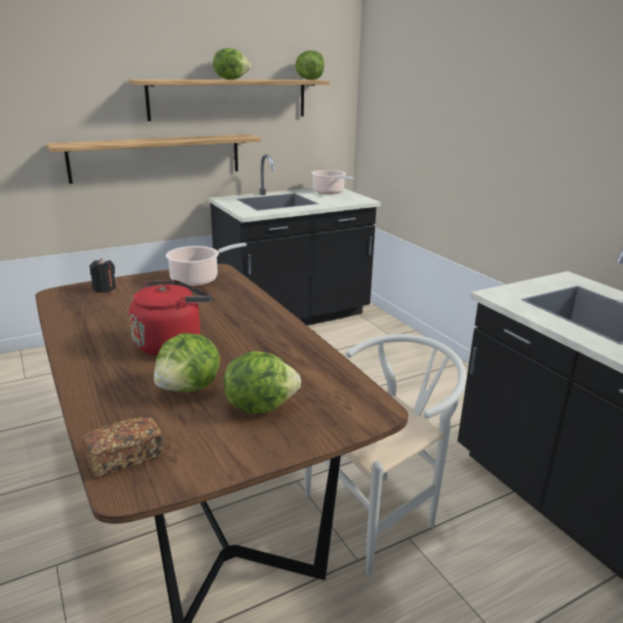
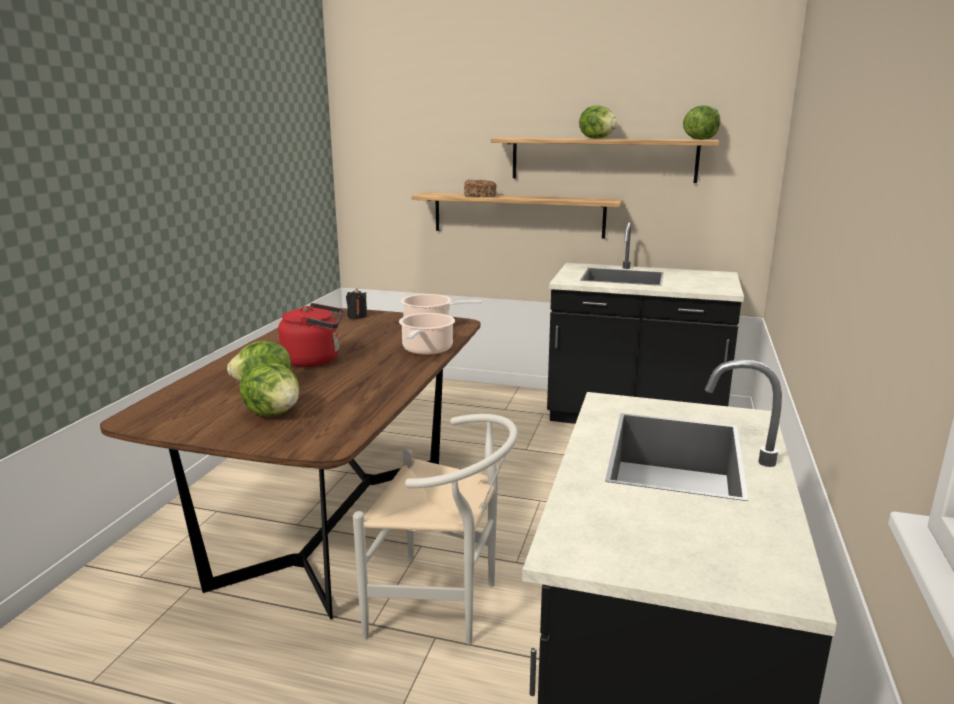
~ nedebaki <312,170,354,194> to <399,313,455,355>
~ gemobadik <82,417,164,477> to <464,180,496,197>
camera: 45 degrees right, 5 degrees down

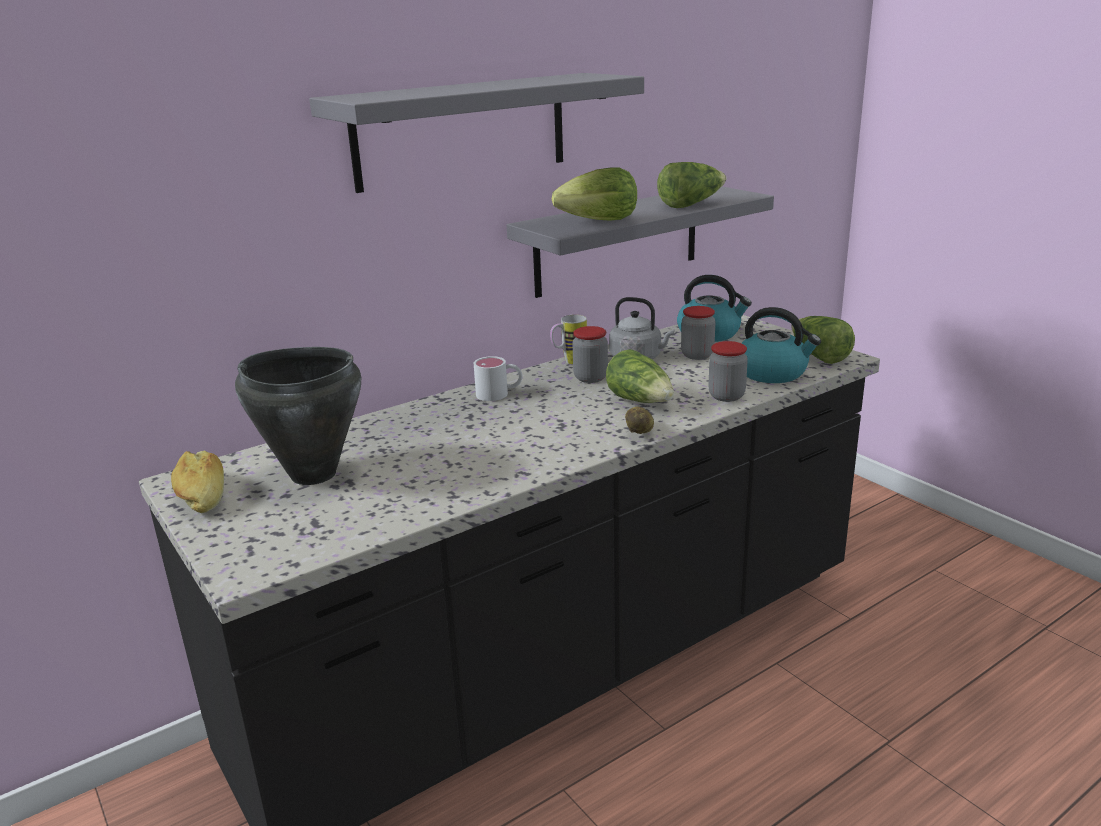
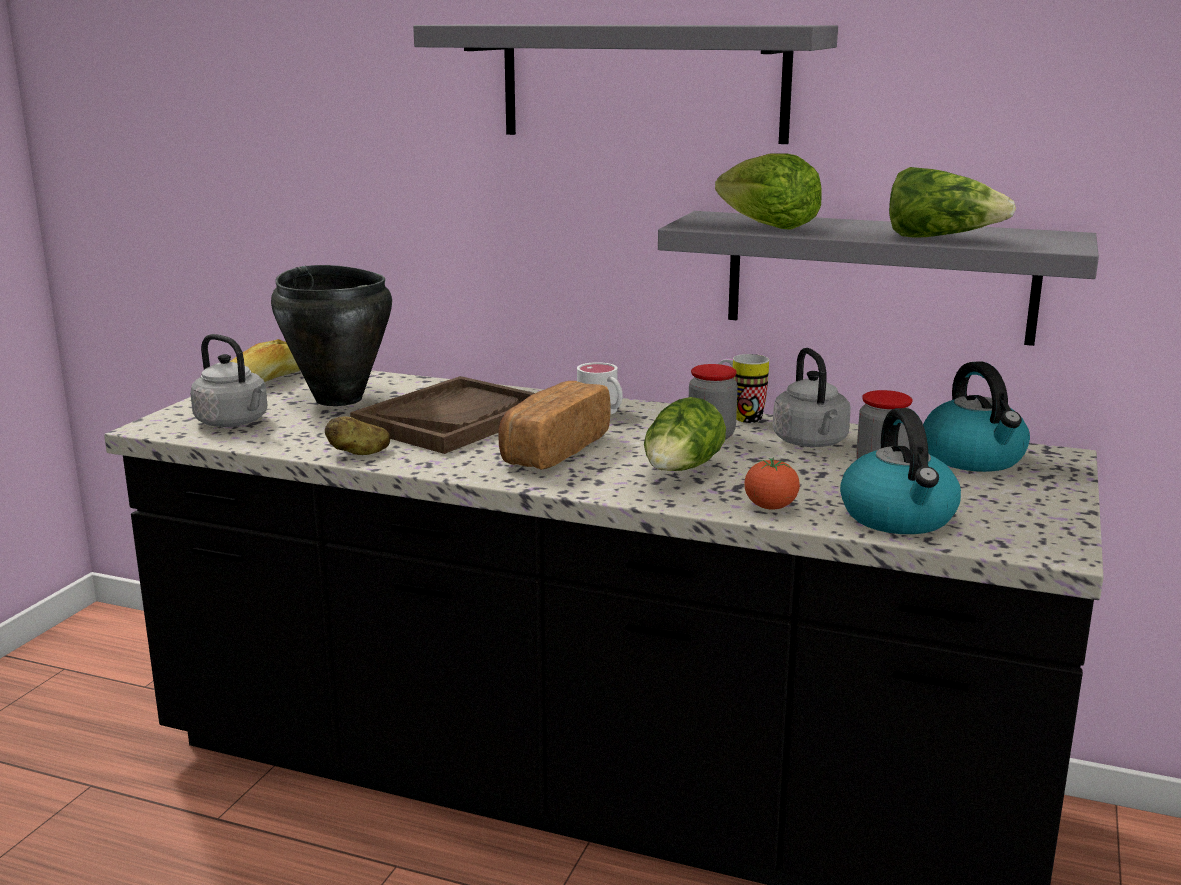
+ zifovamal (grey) <190,334,267,427>
~ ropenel <625,407,654,434> to <325,417,390,455>
+ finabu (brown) <350,376,535,454>
+ gemobadik <498,381,611,470>
~ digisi <708,341,748,402> to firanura <744,458,800,510>
- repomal <791,316,855,364>
camera: 55 degrees right, 5 degrees down

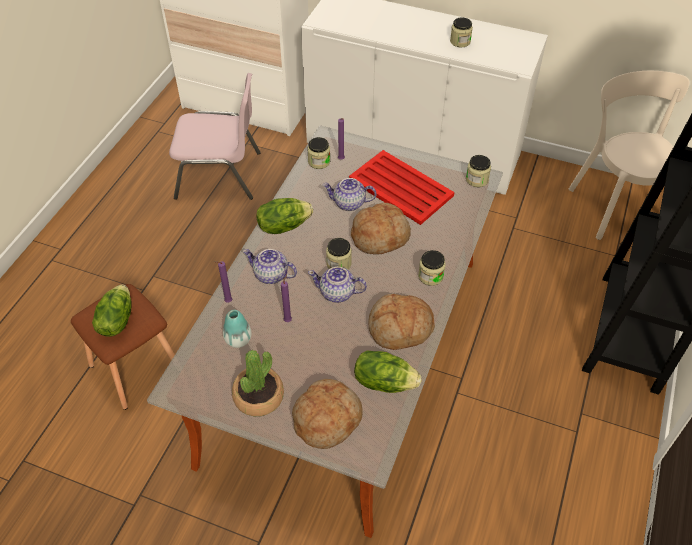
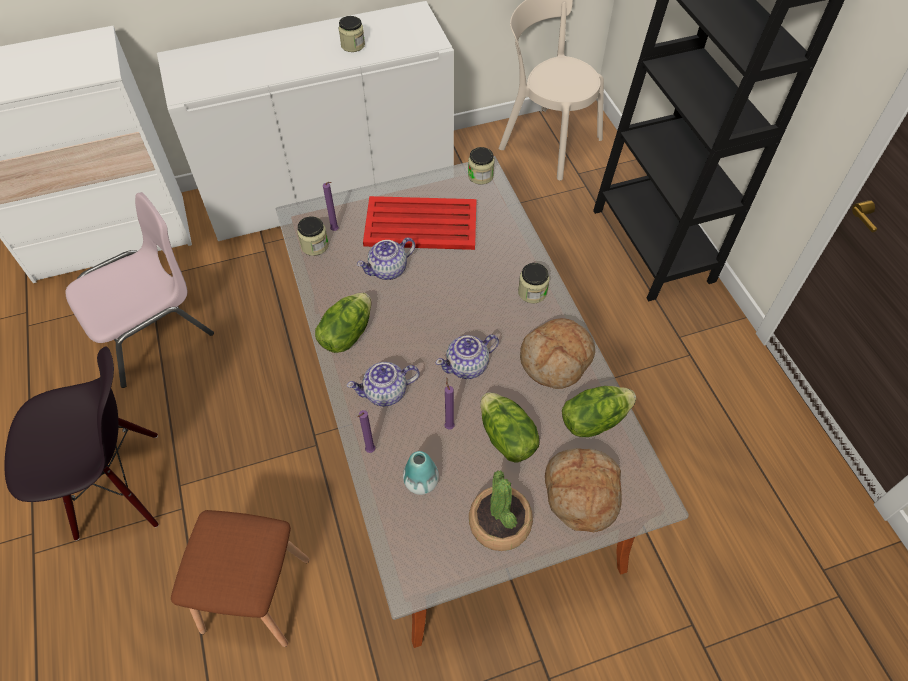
+ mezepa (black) <4,346,159,541>
~ repomal <92,285,132,337> to <480,392,539,462>
- digisi <326,238,352,270>
- gemobadik <351,203,411,254>
camera: 40 degrees left, 5 degrees up

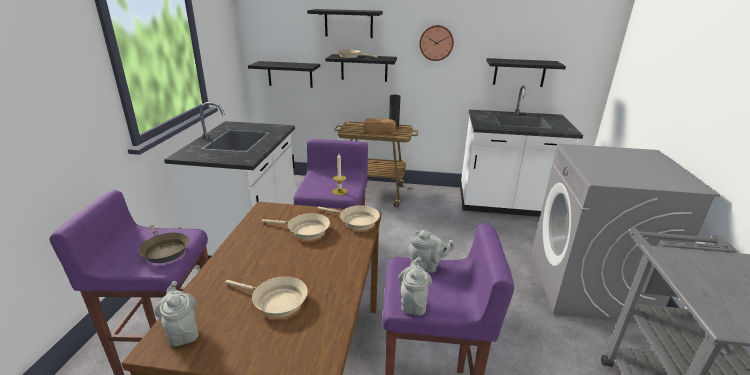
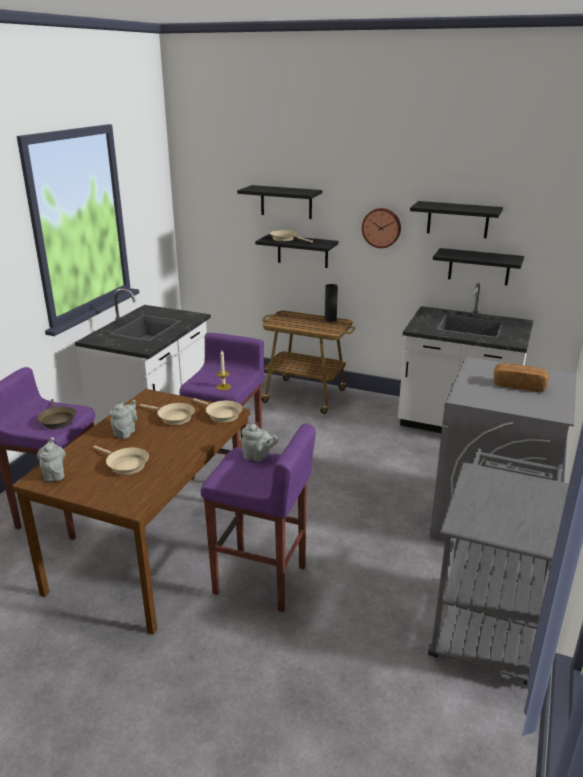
~ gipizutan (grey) <398,257,432,315> to <110,400,137,439>
~ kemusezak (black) <248,61,320,88> to <410,201,503,238>
~ gemobadik <364,118,396,134> to <493,363,549,392>
camera: 15 degrees right, 0 degrees up

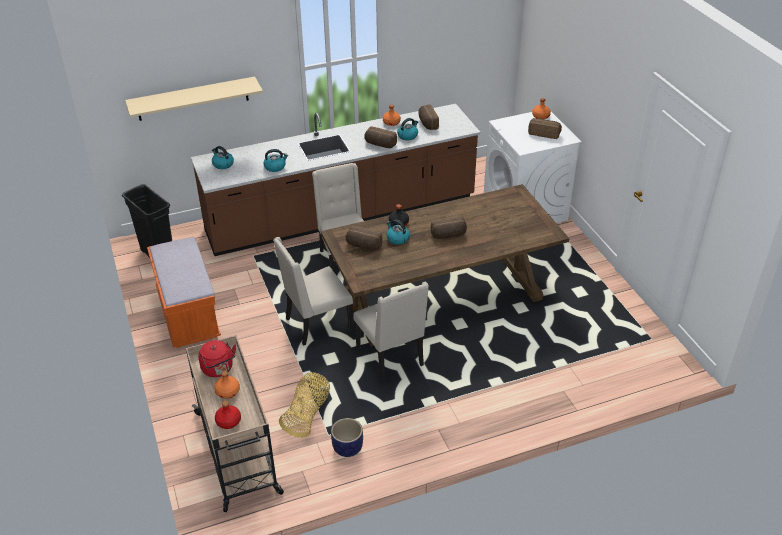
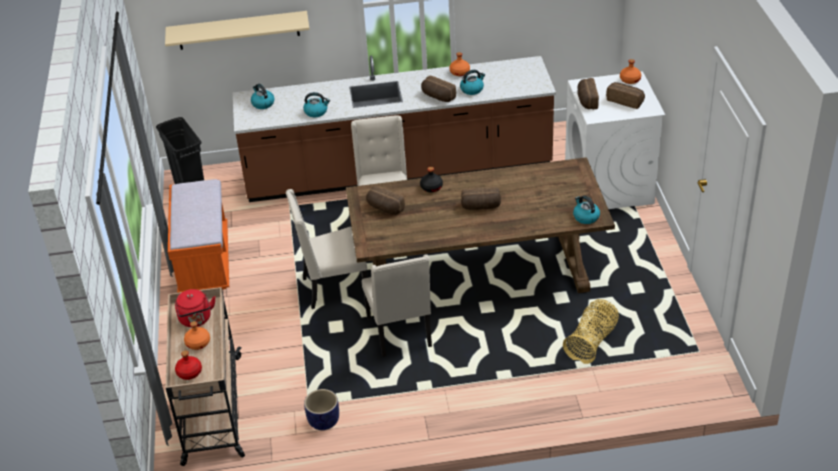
~ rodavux <279,372,330,438> to <563,299,619,364>
~ zifovamal <386,219,410,245> to <573,195,600,224>
~ gemobadik <418,104,439,130> to <577,78,599,109>
camera: 15 degrees right, 0 degrees up

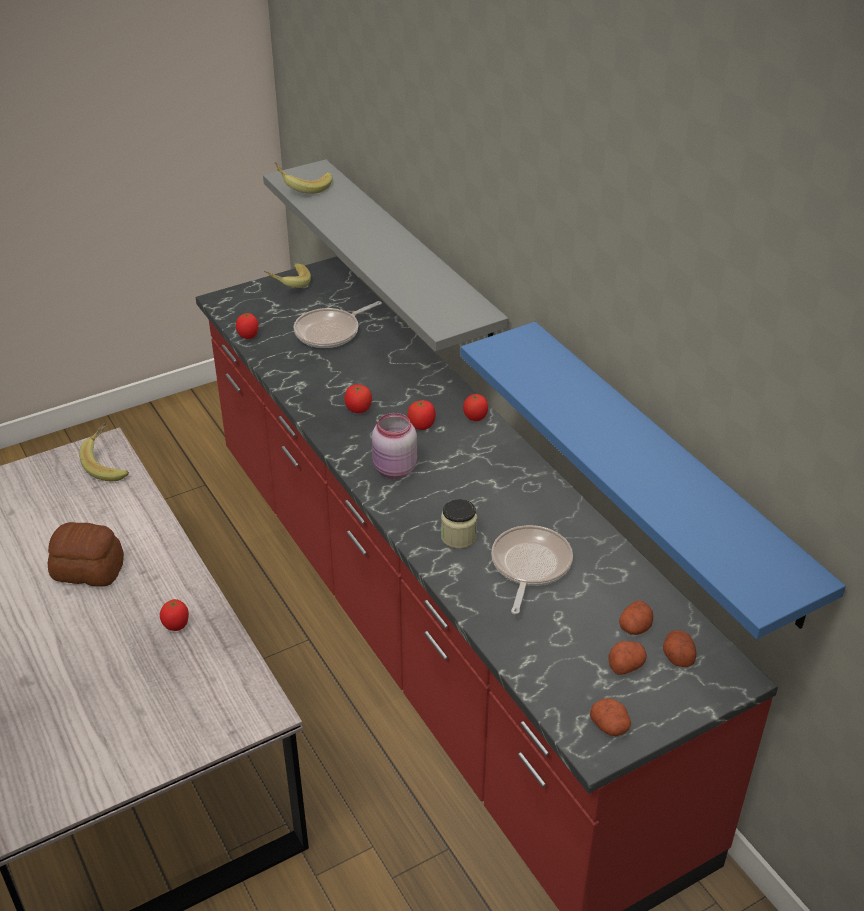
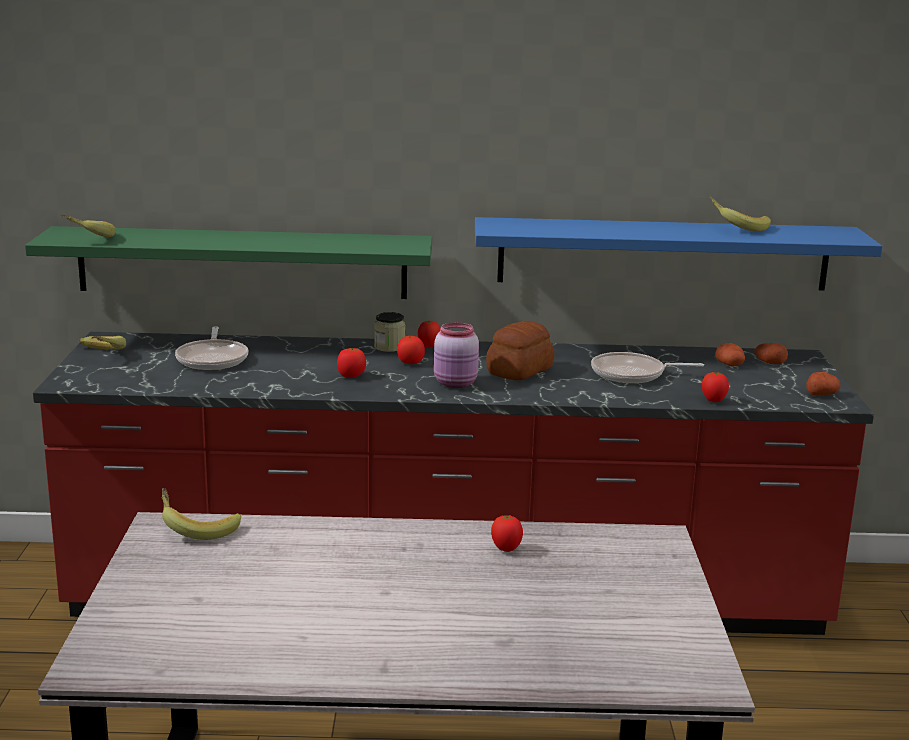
~ kemusezak (grey) <263,159,508,351> to kemusezak (green) <25,226,432,299>
~ digisi <441,499,477,549> to <374,312,405,352>
~ gemobadik <48,522,124,586> to <486,321,554,380>
~ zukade <491,525,573,614> = <591,352,704,383> 45 degrees counterclockwise
~ firanura <236,313,259,339> to <702,372,729,402>
+ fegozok <710,197,771,232>
- ropenel <609,641,647,675>
camera: 60 degrees left, 20 degrees down

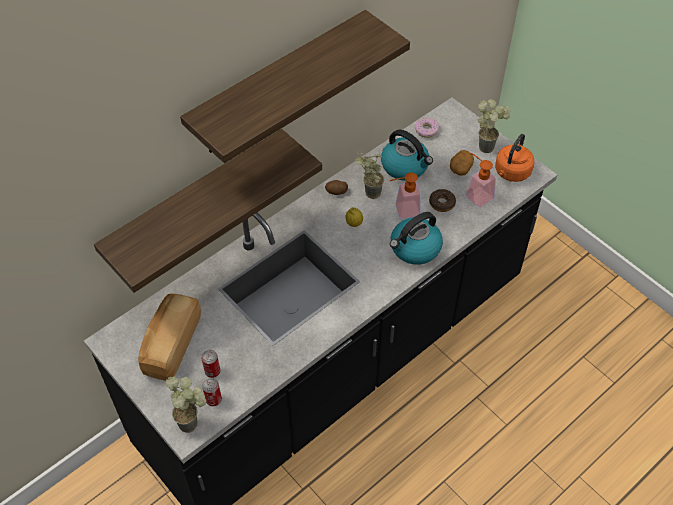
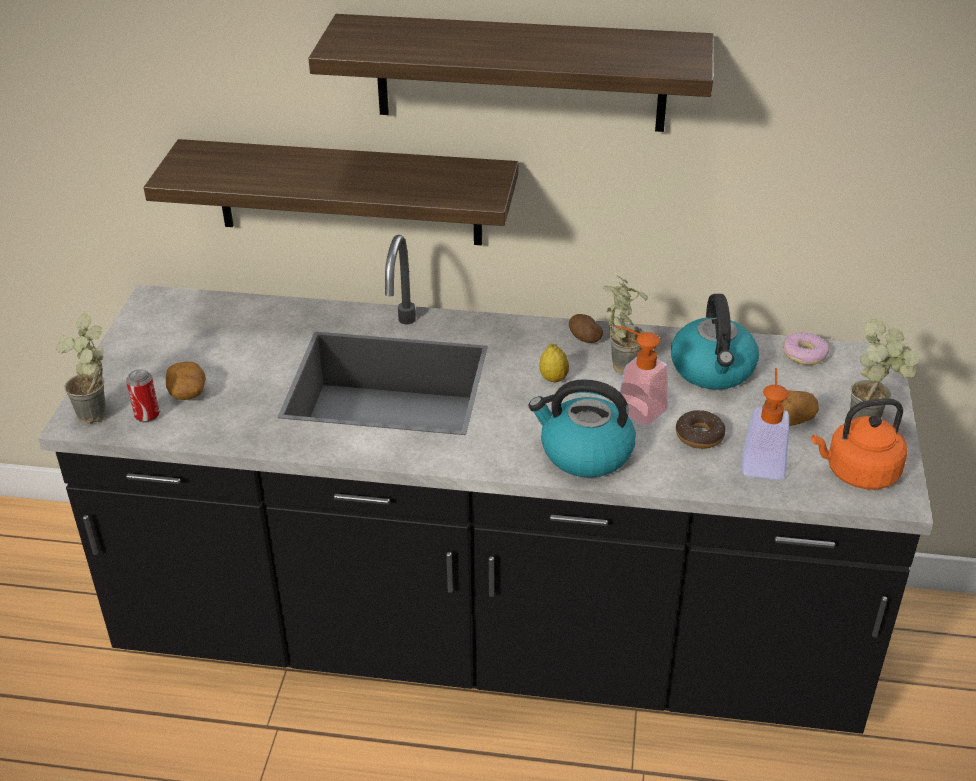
~ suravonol <201,350,220,378> to ropenel <166,362,206,400>
- gemobadik <138,293,201,381>
camera: 50 degrees right, 15 degrees down

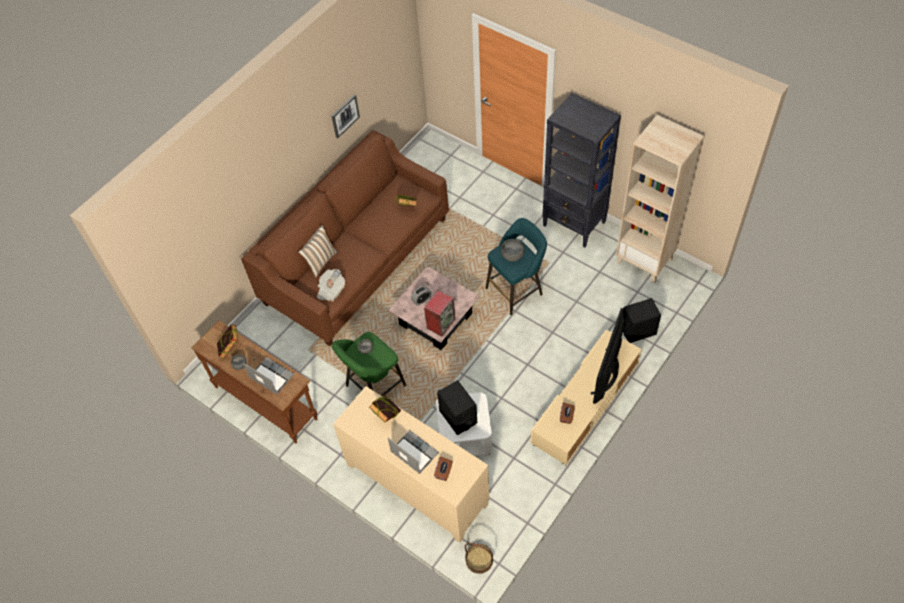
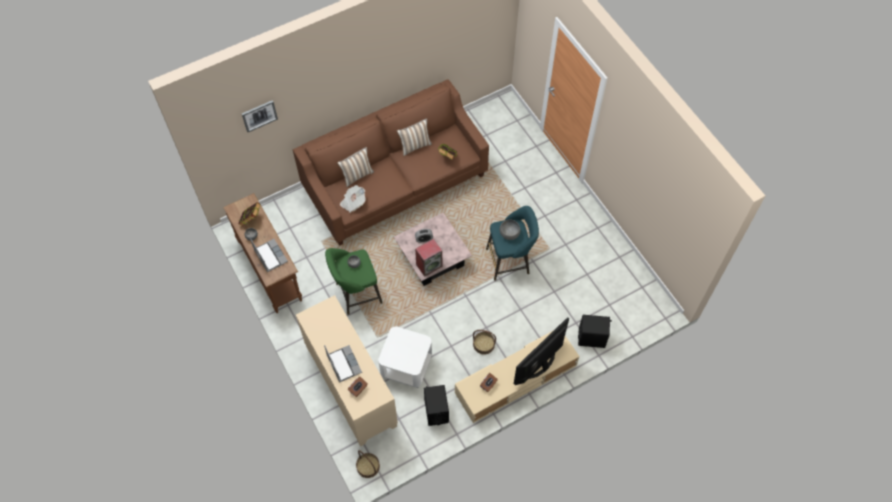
~ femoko <332,94,360,138> to <242,100,278,132>
+ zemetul <397,118,432,156>
~ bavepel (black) <437,380,477,435> to <424,385,449,426>
+ rodavux <473,330,496,355>
- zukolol <369,395,401,422>
- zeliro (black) <542,93,621,247>
- zeliro (beige) <616,115,704,283>
camera: 20 degrees right, 5 degrees up

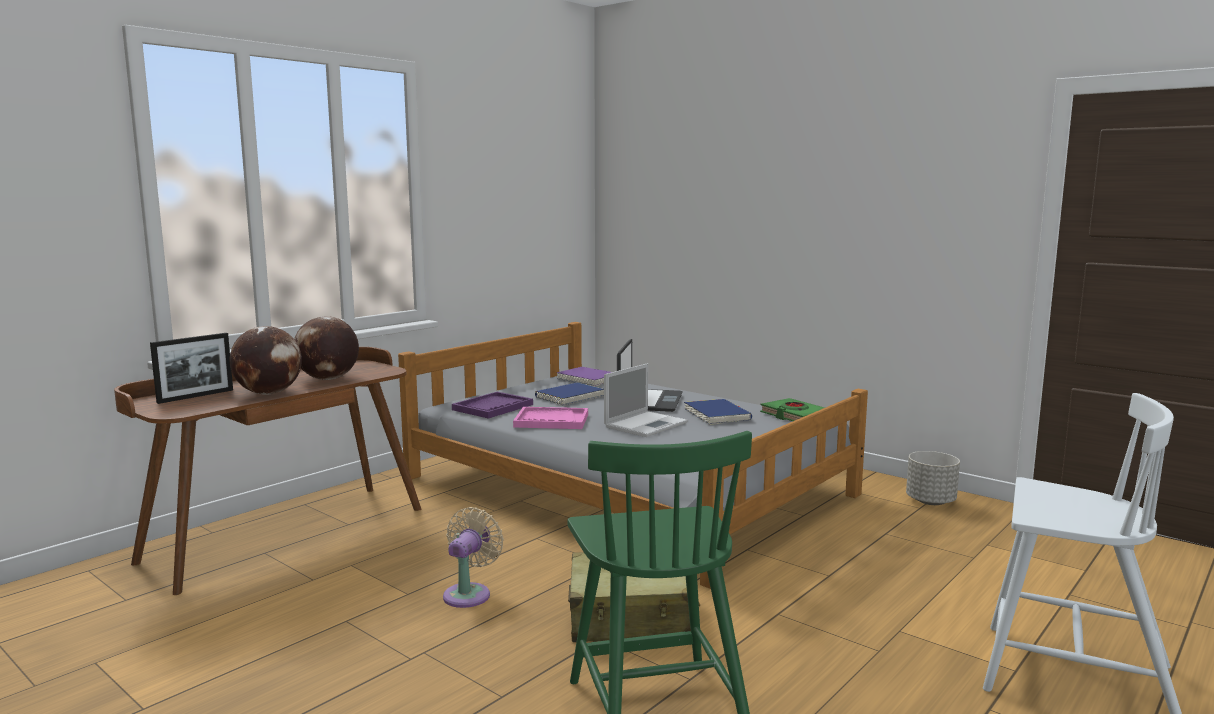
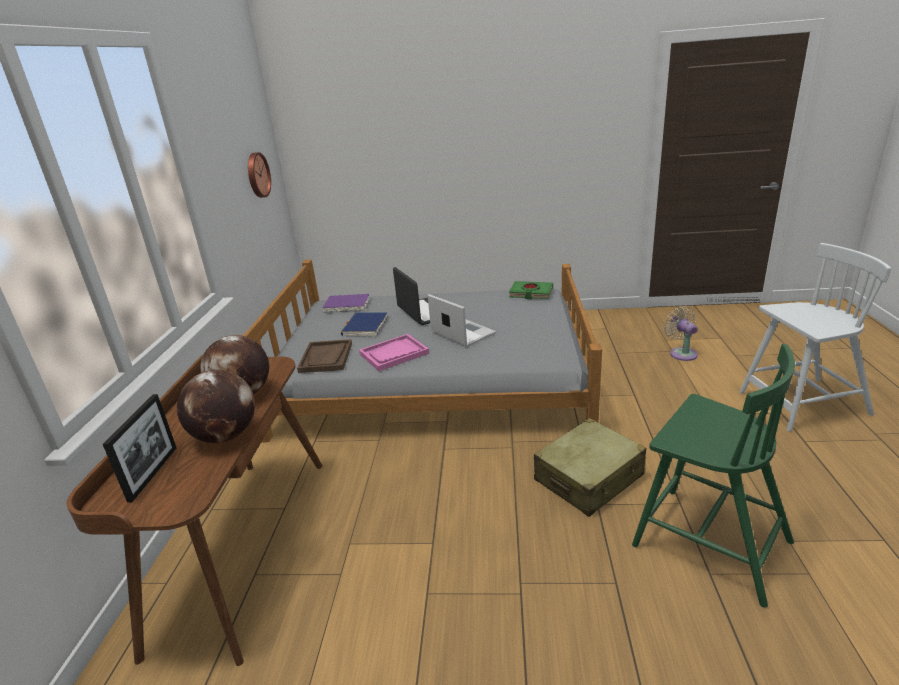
+ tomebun <248,152,271,198>
~ finabu (purple) <452,392,533,419> to finabu (brown) <297,339,352,373>
~ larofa <604,363,688,437> = <428,294,496,347> 45 degrees counterclockwise
~ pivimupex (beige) <443,507,504,608> to <664,307,698,361>
- zukolol (blue) <684,399,752,425>
- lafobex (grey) <906,451,960,505>
camera: 35 degrees left, 15 degrees up

